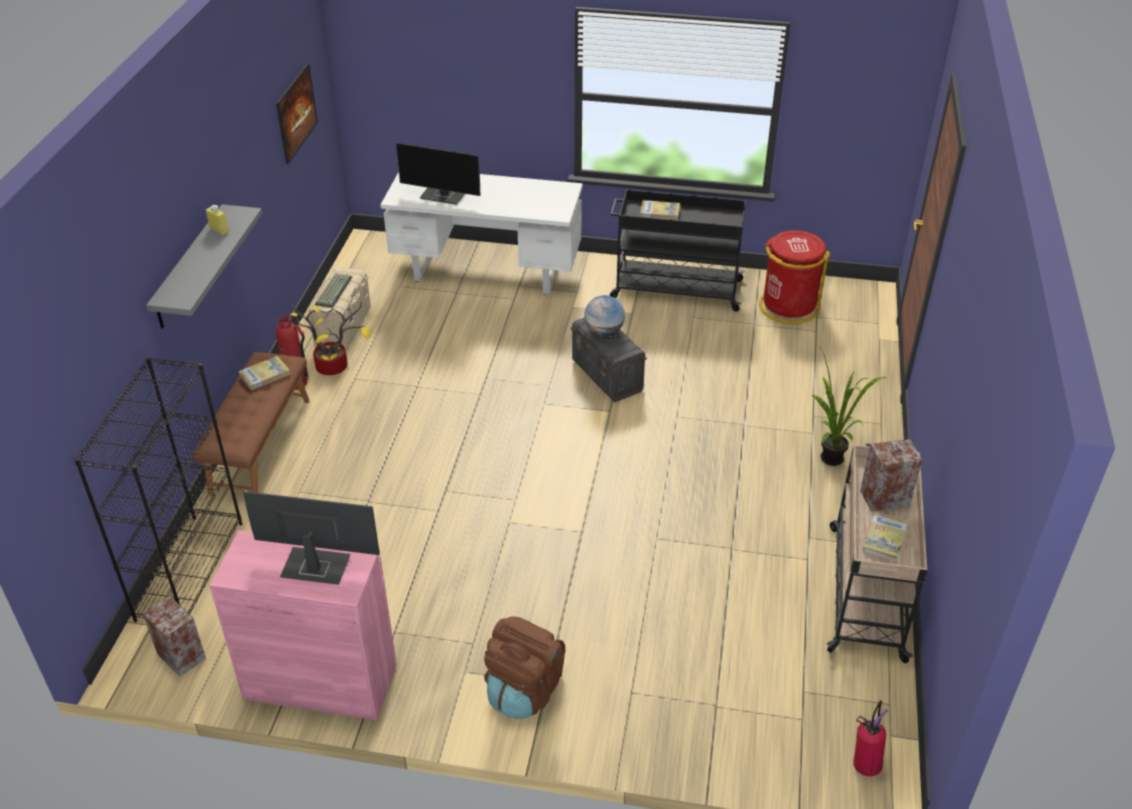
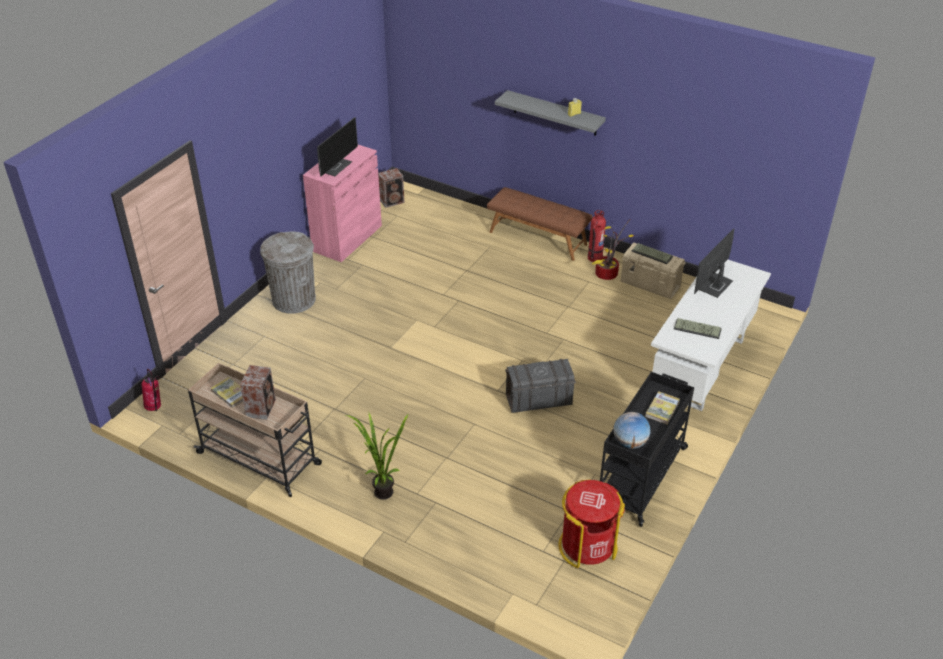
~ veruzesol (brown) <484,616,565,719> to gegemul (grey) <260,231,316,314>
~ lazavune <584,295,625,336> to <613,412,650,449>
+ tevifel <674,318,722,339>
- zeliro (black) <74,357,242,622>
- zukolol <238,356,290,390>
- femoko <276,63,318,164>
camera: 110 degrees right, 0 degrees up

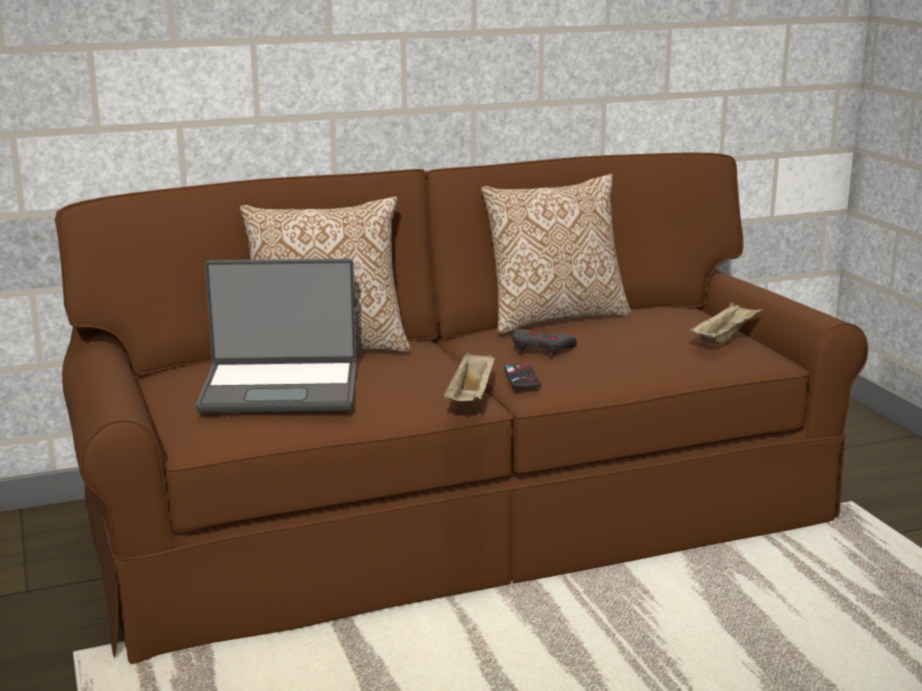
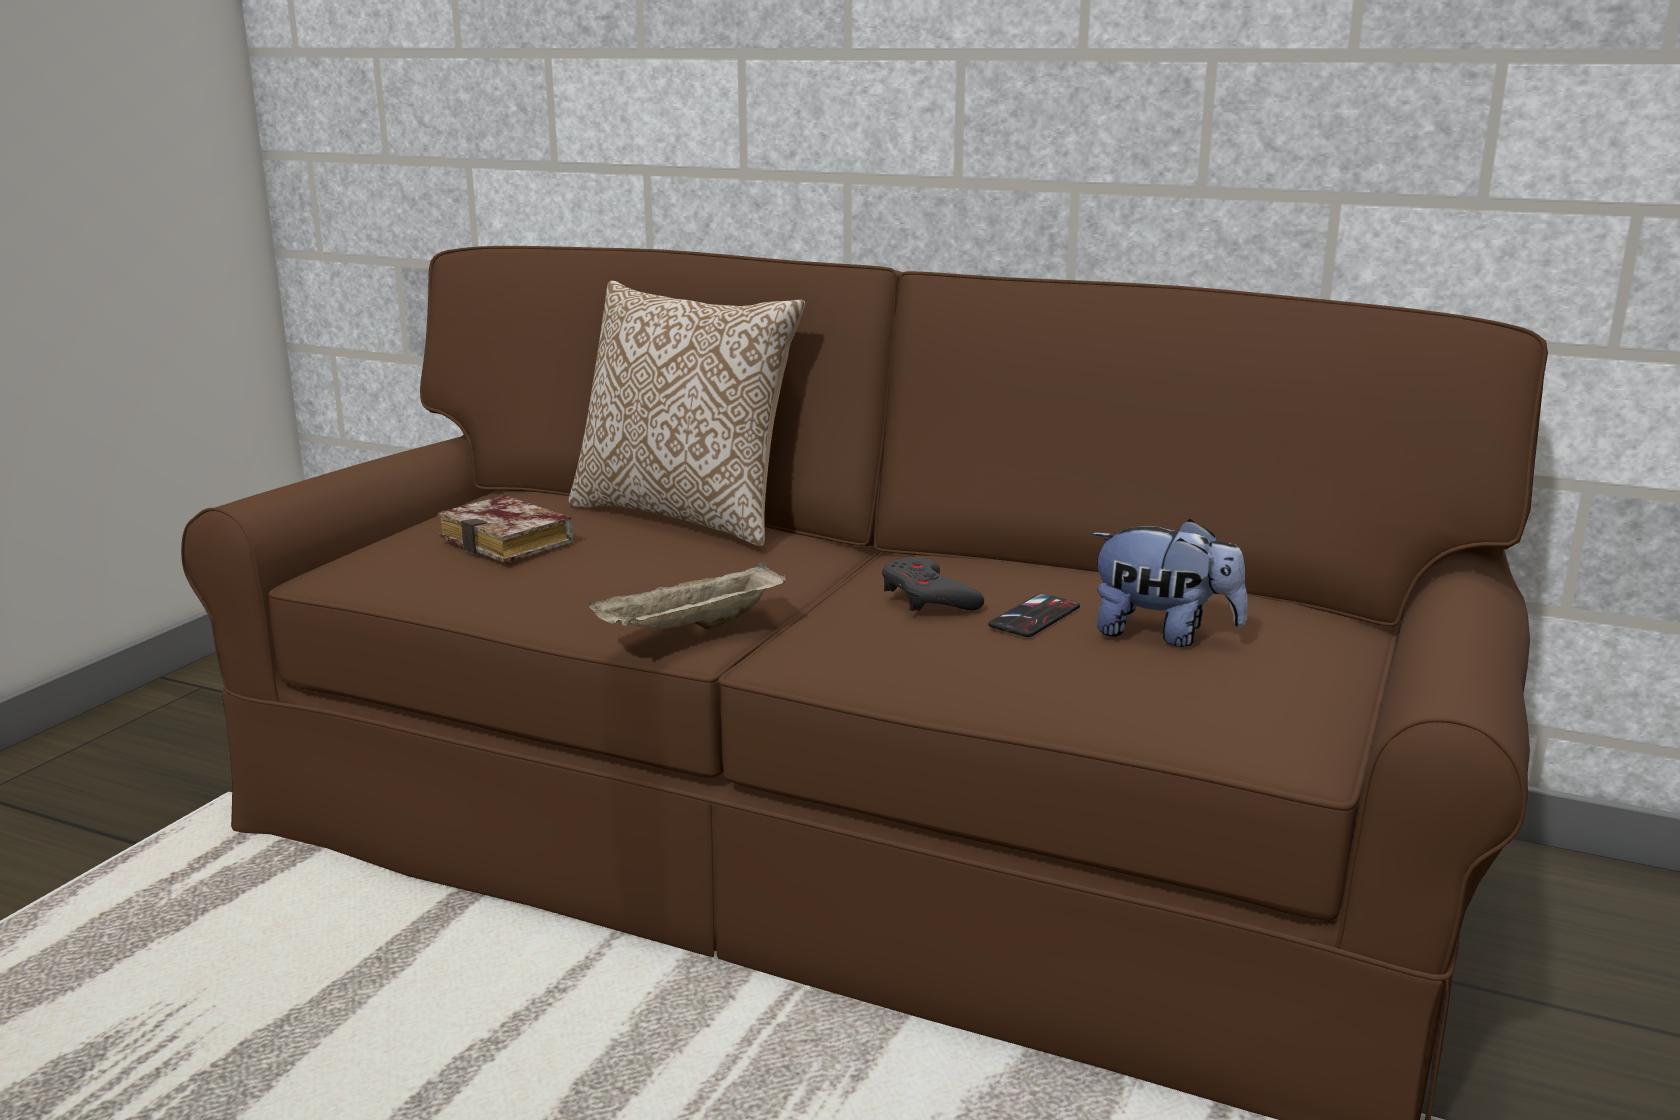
~ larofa <196,259,357,413> to zukolol <437,495,573,563>
~ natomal <504,364,541,388> to <988,594,1080,637>
+ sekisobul <1091,519,1248,647>
- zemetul <481,174,631,334>
- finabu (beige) <690,302,764,344>
camera: 45 degrees right, 0 degrees up

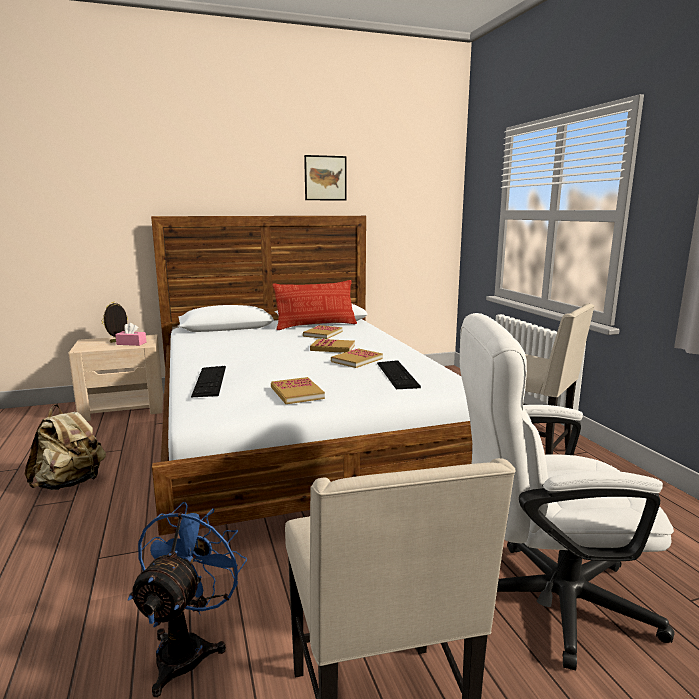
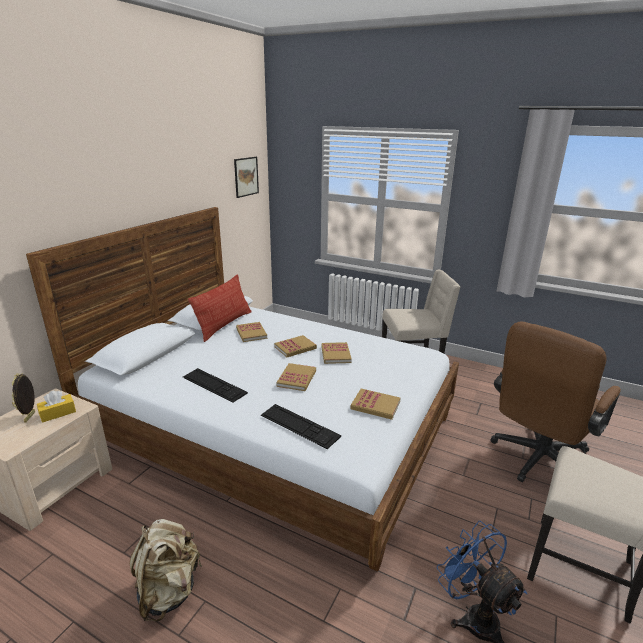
~ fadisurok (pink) <115,323,146,346> to fadisurok (yellow) <37,391,76,423>
~ tevifel <377,360,421,389> to <183,368,248,403>
~ femoko <304,155,347,201> to <234,157,259,198>
+ zukolol <276,363,316,391>
~ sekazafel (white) <460,313,675,670> to sekazafel (brown) <490,322,621,482>
camera: 45 degrees left, 10 degrees up

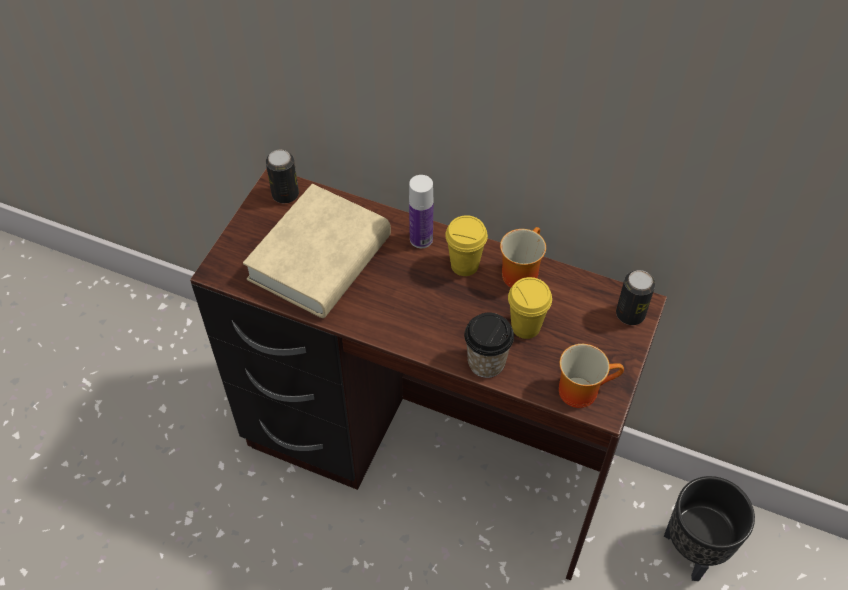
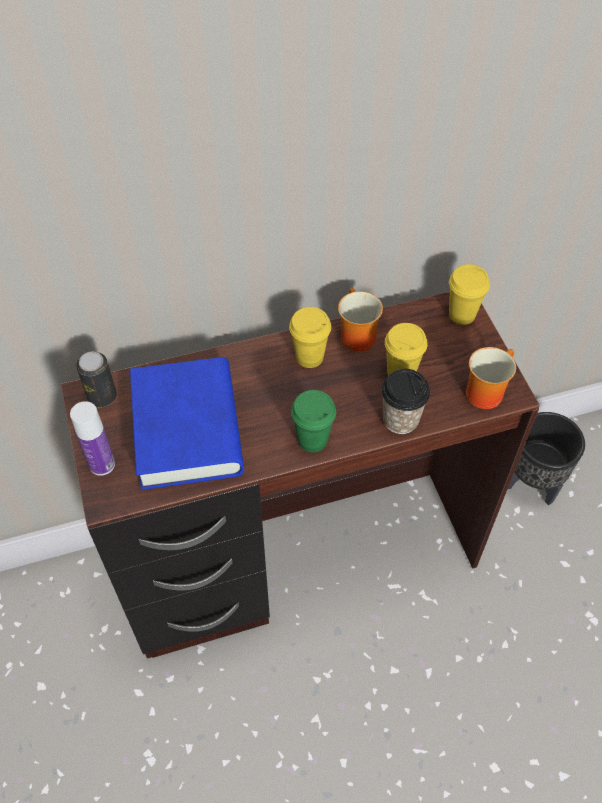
~ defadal <409,175,434,248> to <70,401,115,476>
~ zukolol (beige) <243,184,391,318> to zukolol (blue) <130,357,244,490>
+ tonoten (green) <291,390,336,453>
~ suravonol <616,270,655,325> to tonoten (yellow) <449,264,490,325>
camera: 40 degrees left, 0 degrees up

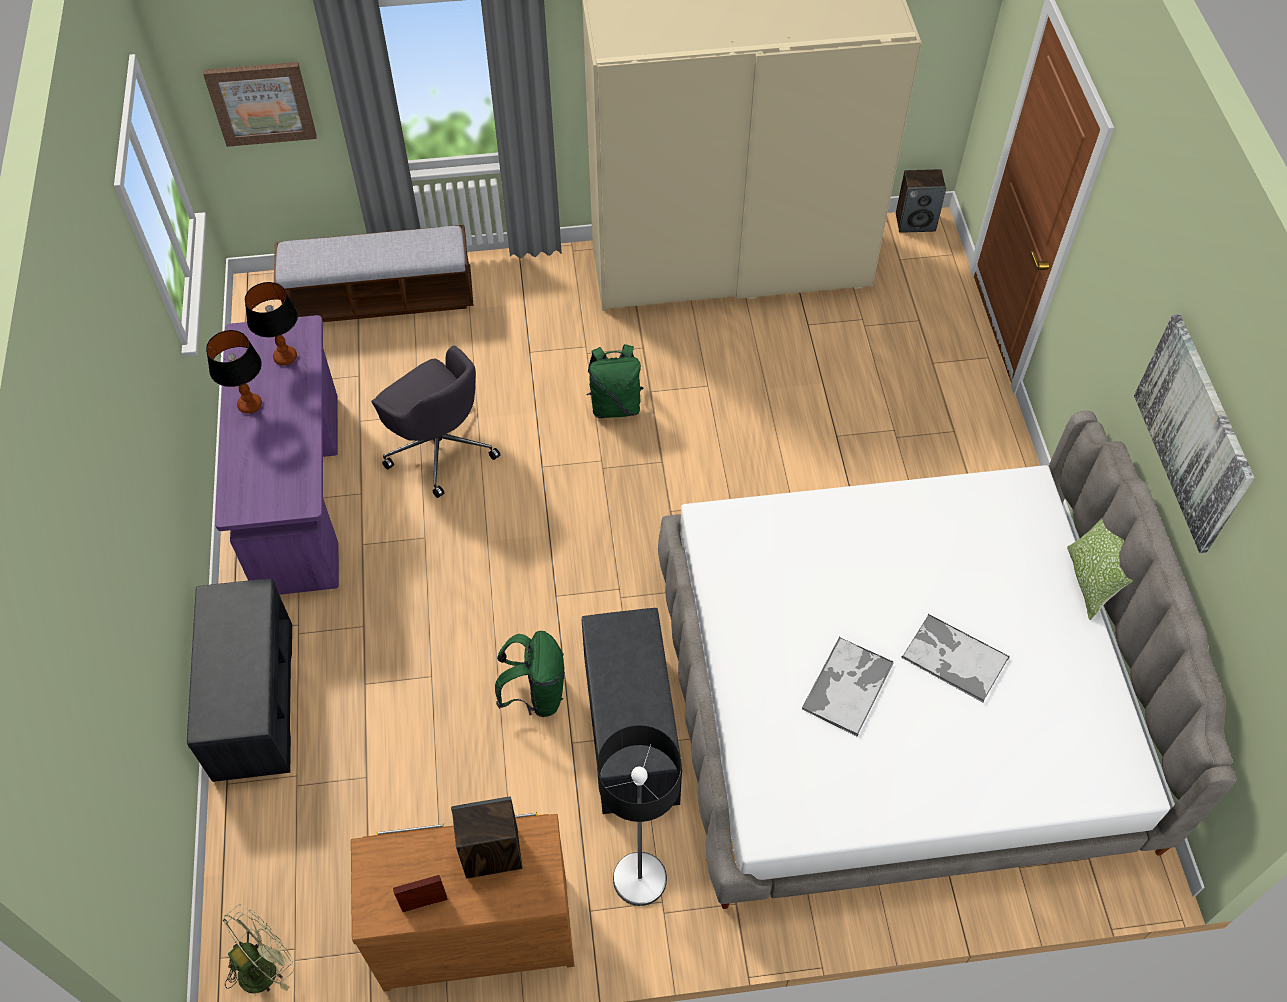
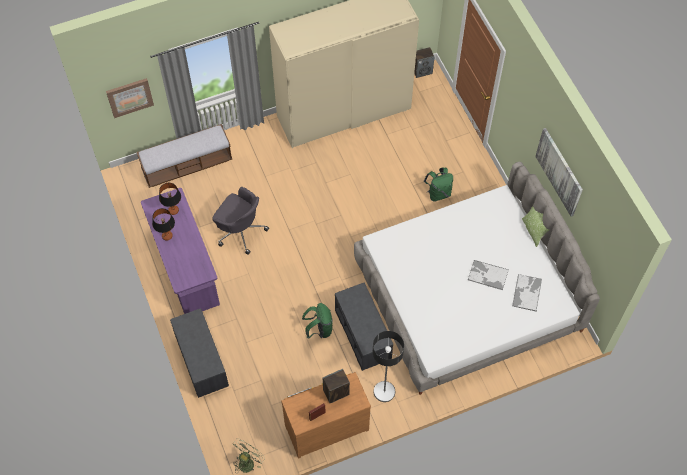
~ veruzesol (green) <586,344,644,419> to <424,168,453,202>
~ finabu <801,637,893,737> to <512,274,542,311>
camera: 15 degrees left, 5 degrees up

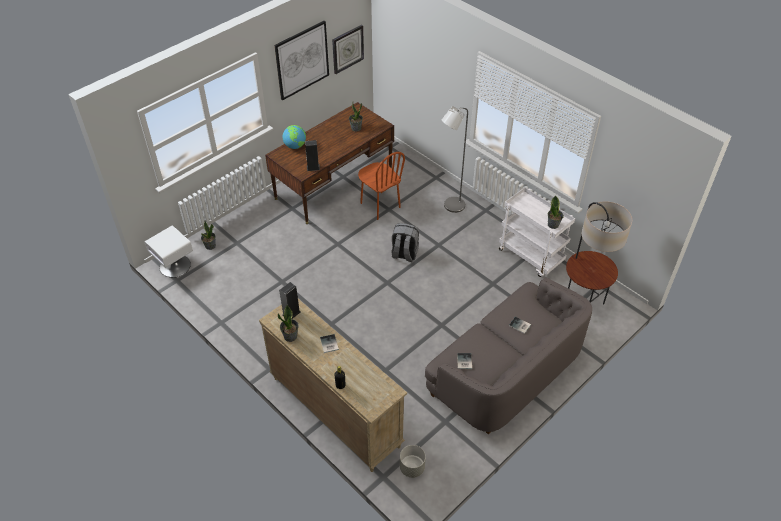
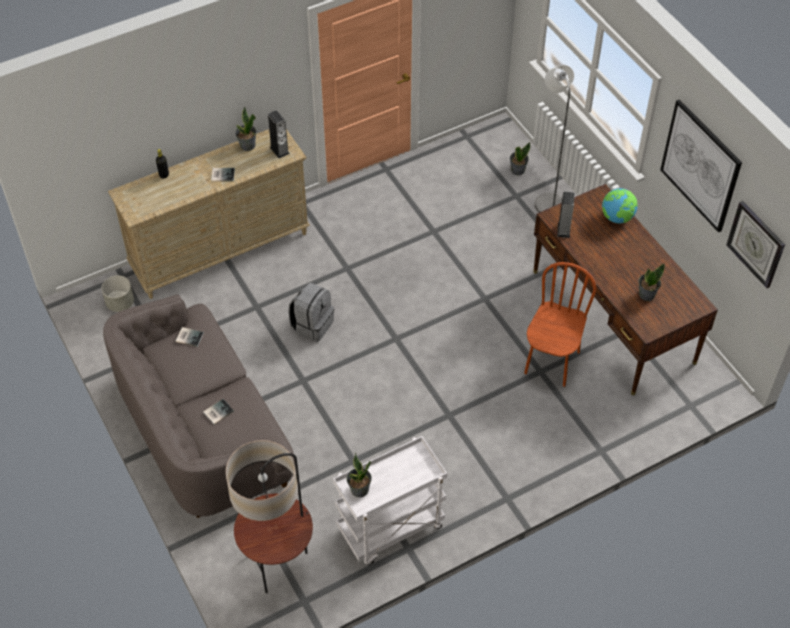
~ veruzesol (grey) <391,223,419,262> to <288,283,334,342>
~ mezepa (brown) <358,152,405,220> = <524,262,596,387> 135 degrees clockwise
~ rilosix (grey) <442,106,468,213> to <535,65,574,213>
- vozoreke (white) <144,225,193,278>
camera: 105 degrees right, 5 degrees up

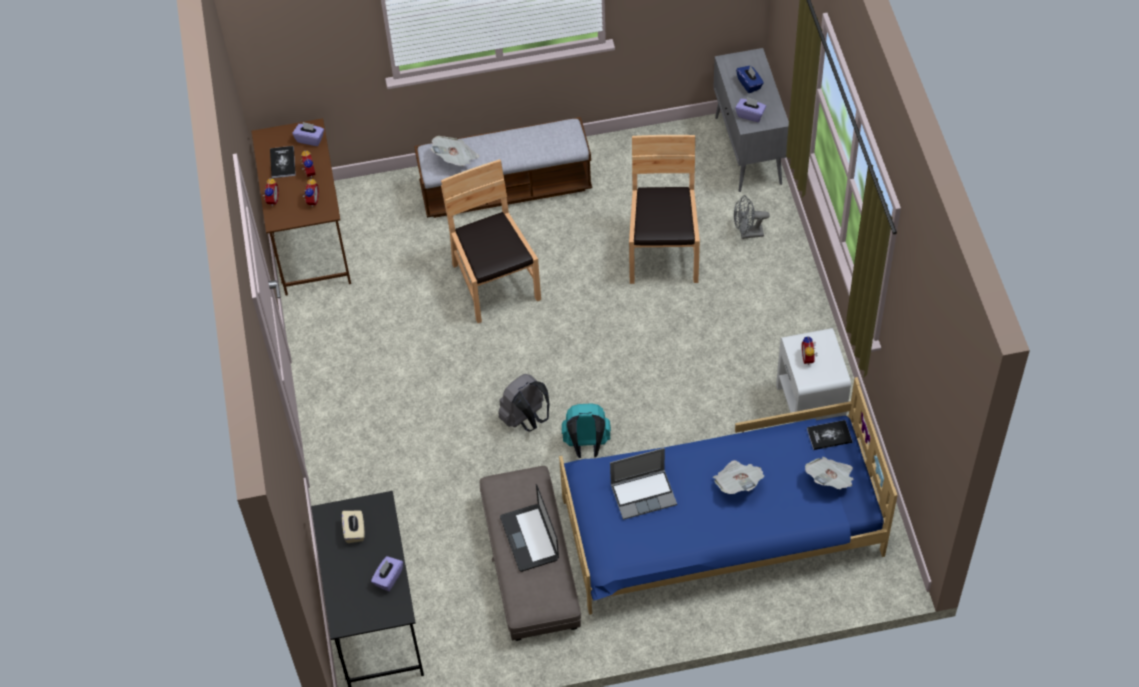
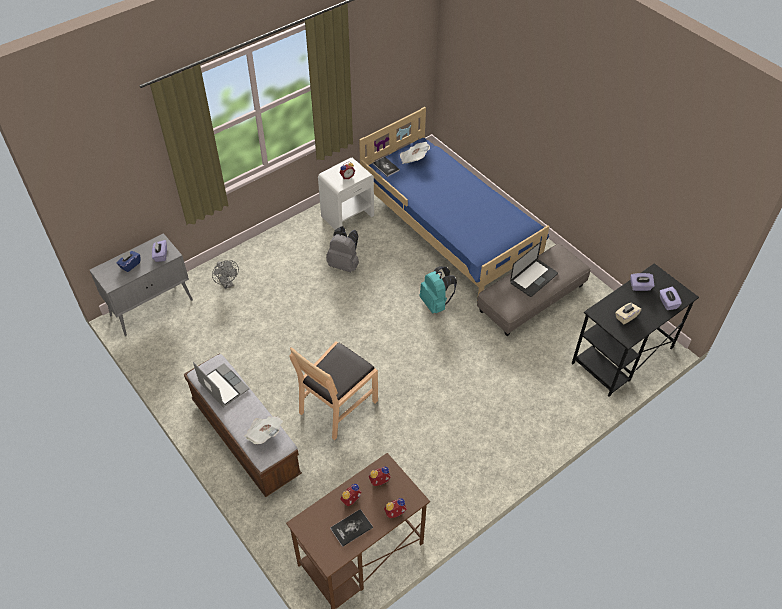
~ larofa <610,448,677,520> to <193,362,249,408>
~ veruzesol (grey) <498,374,549,432> to <326,226,359,272>
~ fadisurok (purple) <292,122,324,146> to <660,287,682,310>
- mezepa (brown) <629,135,700,284>
- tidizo <713,460,764,494>
camera: 120 degrees left, 5 degrees down

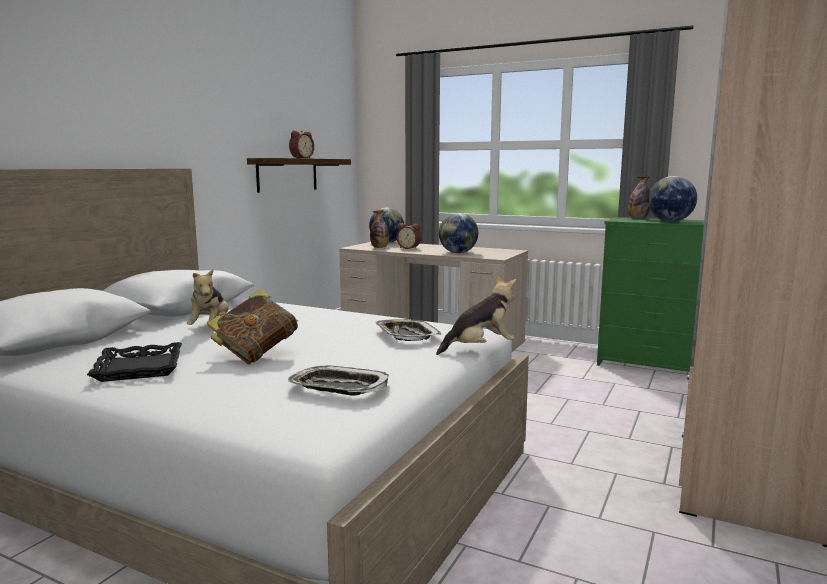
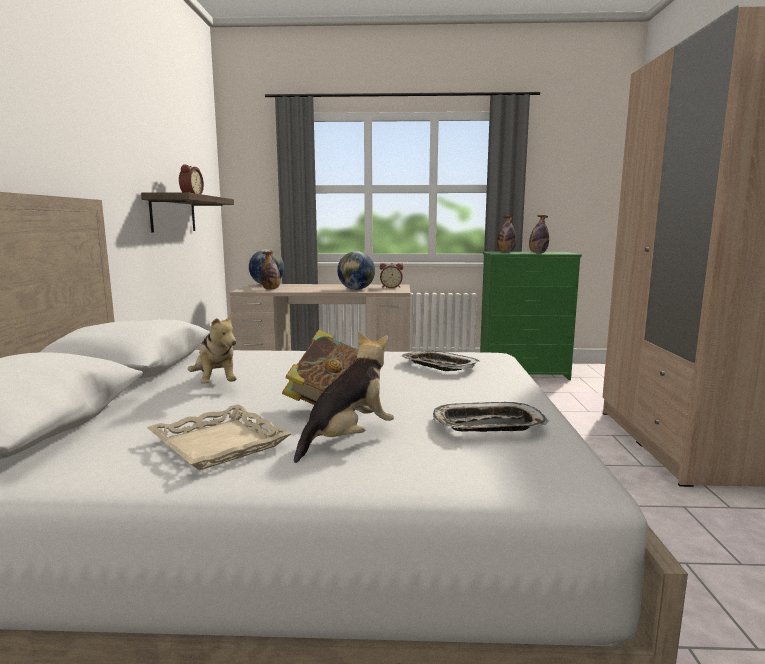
~ finabu (black) <87,342,182,382> to finabu (beige) <147,404,292,471>
~ sekisobul <436,275,516,355> to <294,332,394,463>
~ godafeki <397,223,421,249> to <380,263,403,288>
~ lazavune <648,176,697,222> to defadal <529,215,549,253>
camera: 25 degrees left, 0 degrees up

